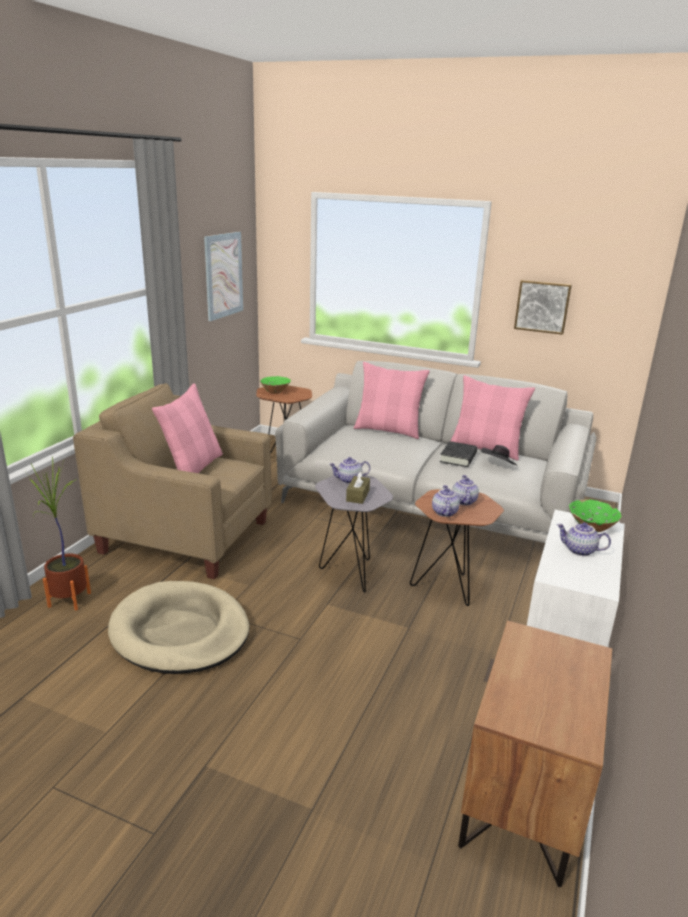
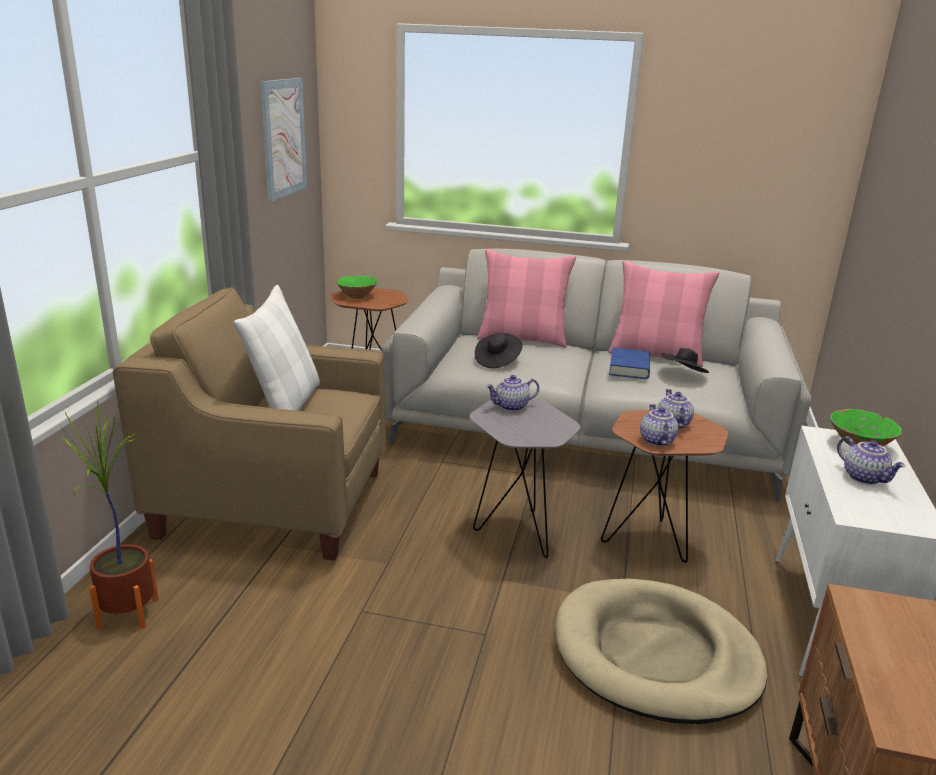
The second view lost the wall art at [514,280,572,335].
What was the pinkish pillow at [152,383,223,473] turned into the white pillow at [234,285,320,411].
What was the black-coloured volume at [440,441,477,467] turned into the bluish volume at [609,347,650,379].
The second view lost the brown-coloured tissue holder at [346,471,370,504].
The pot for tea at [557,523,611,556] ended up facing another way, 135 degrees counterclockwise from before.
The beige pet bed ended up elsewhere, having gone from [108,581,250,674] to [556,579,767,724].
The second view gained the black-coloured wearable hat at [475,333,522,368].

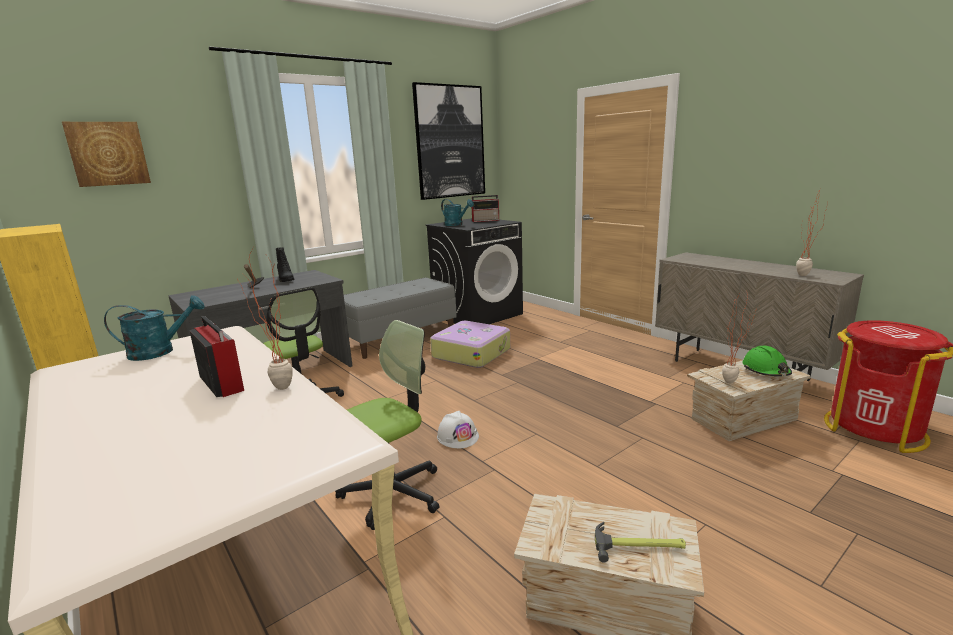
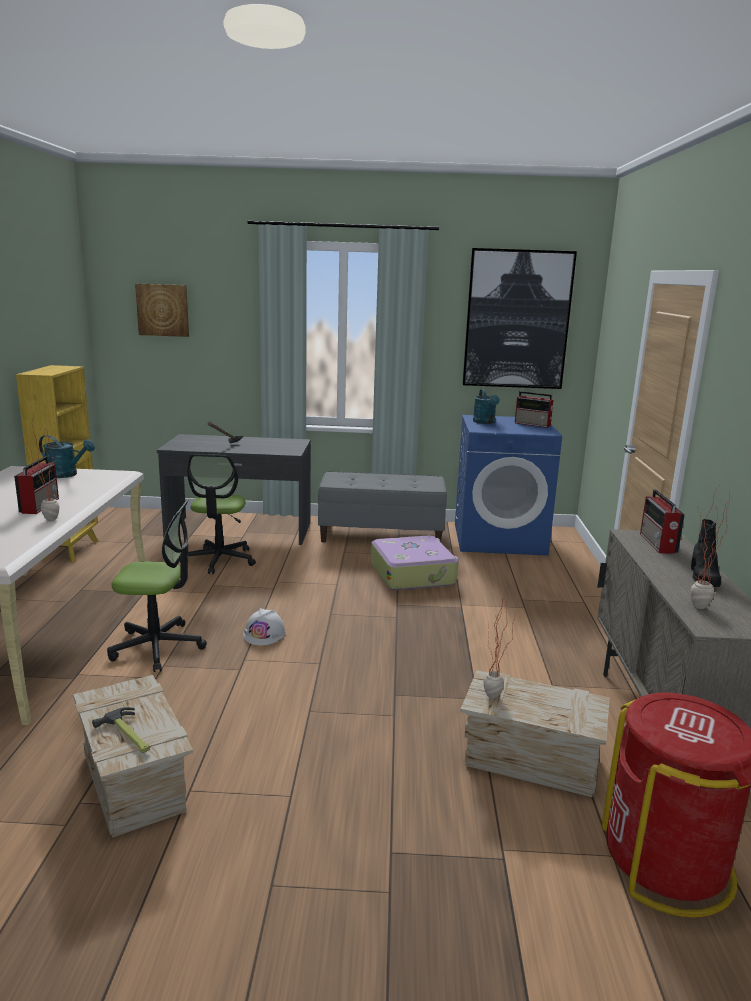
What was the black-coloured laundry appliance at [425,218,523,324] turned into the bluish laundry appliance at [455,415,562,556].
The black-coloured tall boot ended up elsewhere, having gone from [276,247,294,282] to [691,519,721,587].
The second view lost the green safety helmet at [742,346,792,376].
The second view gained the radio set at [640,489,685,554].

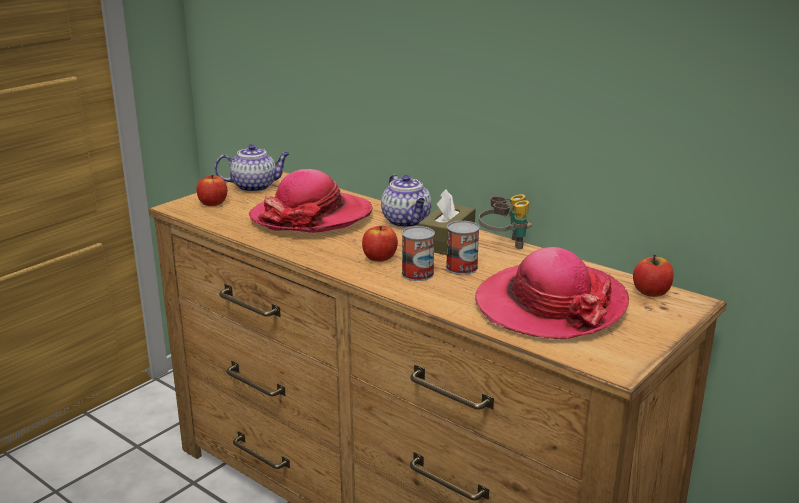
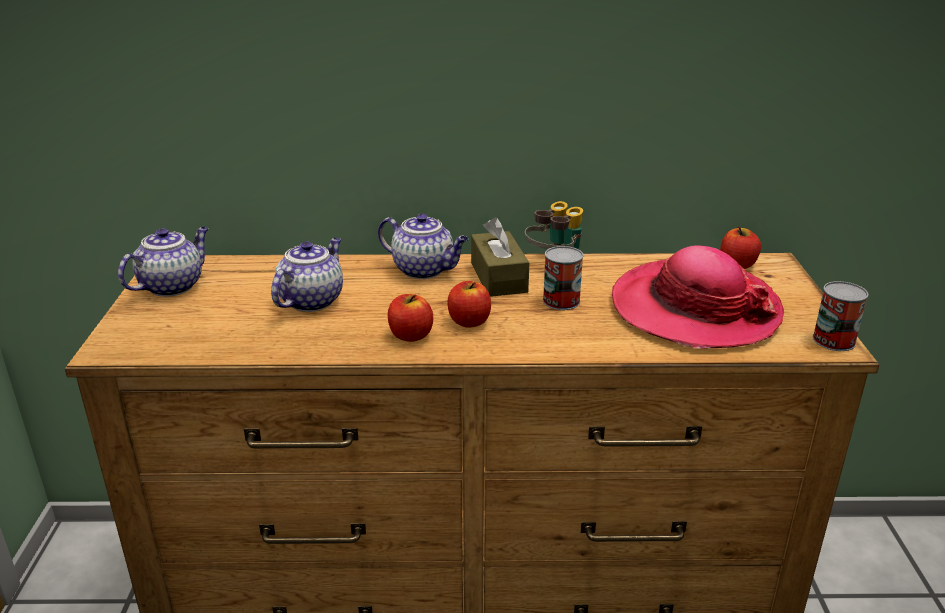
Where the wearable hat stood at [249,169,372,233], the pot for tea came to stand at [271,238,343,312].
The whole apple ended up elsewhere, having gone from [197,175,227,206] to [388,294,433,342].
The sealed can ended up elsewhere, having gone from [402,226,435,281] to [813,281,869,351].

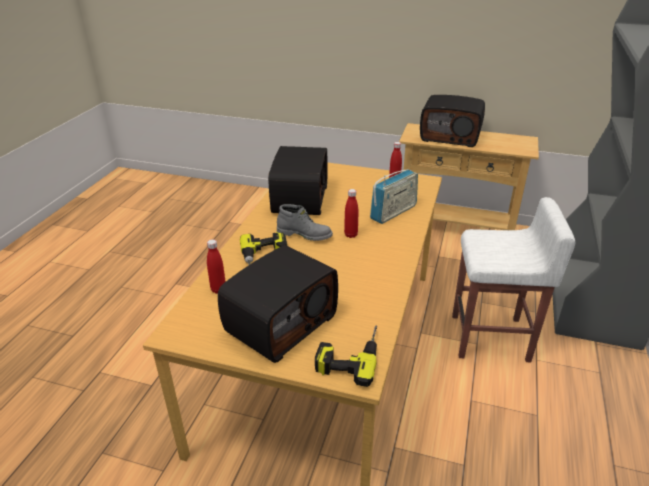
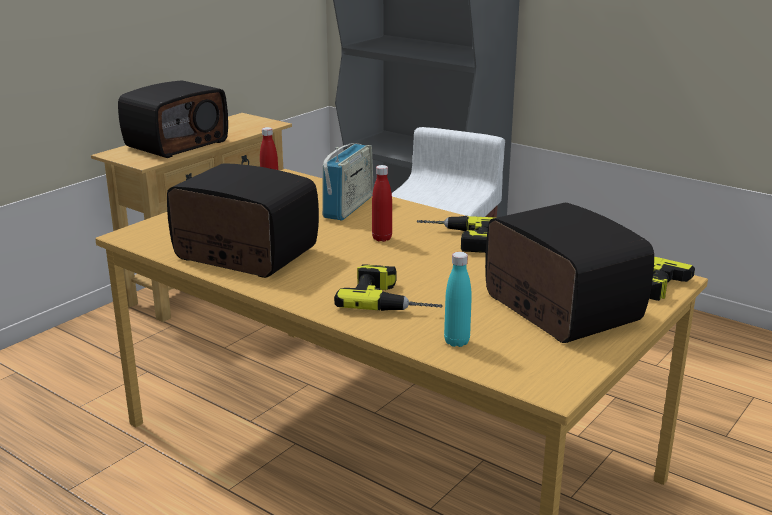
The radio set at [370,169,418,224] ended up facing another way, 45 degrees clockwise from before.
The second view lost the gray tall boot at [277,204,333,241].
What was the red drink bottle at [207,239,226,294] turned into the blue-green drink bottle at [444,252,472,347].
The second view gained the electric drill at [417,216,496,253].

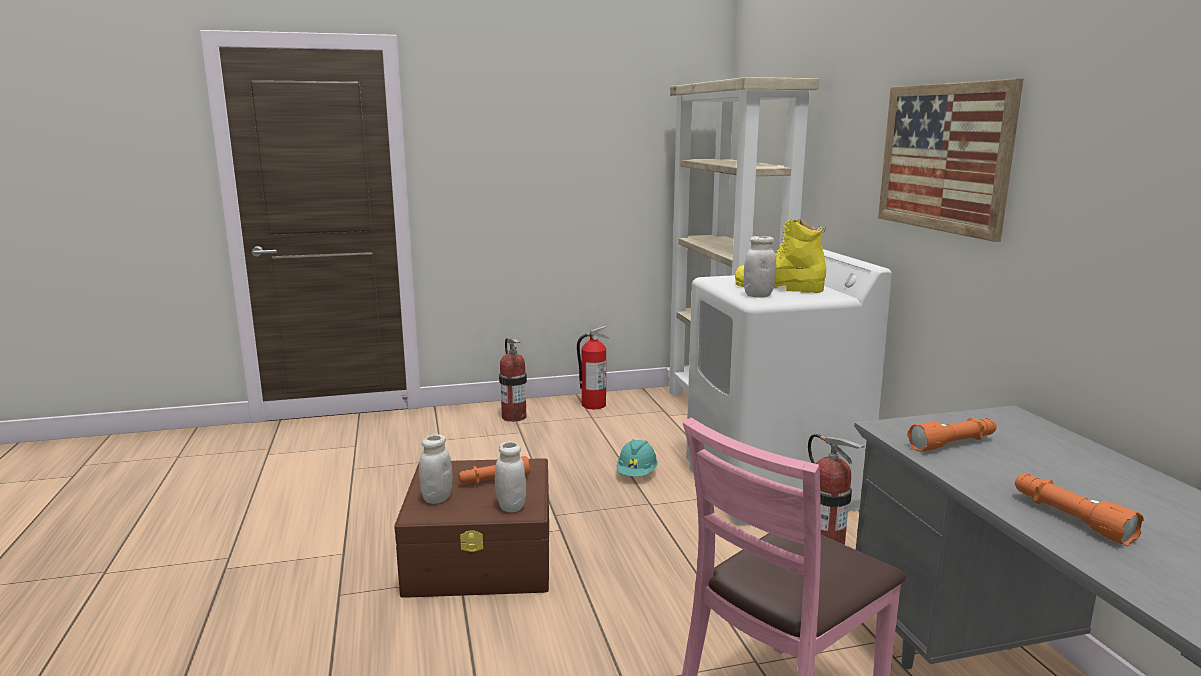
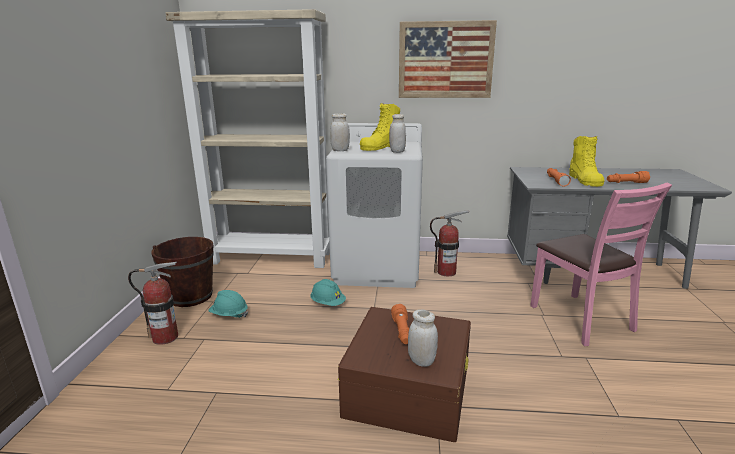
Where the extinguisher stood at [577,326,609,409], the brown-coloured bucket came to stand at [151,237,214,307].
The white jar ended up elsewhere, having gone from [495,441,526,512] to [330,113,350,151].
The second view gained the yellow-coloured tall boot at [569,136,605,187].
The second view gained the blue-green safety helmet at [208,290,248,318].

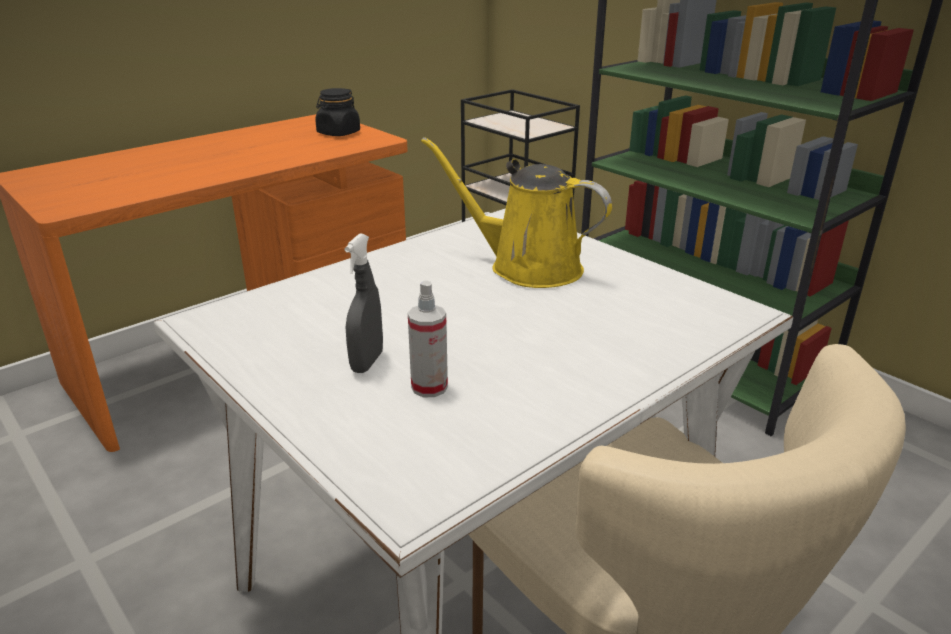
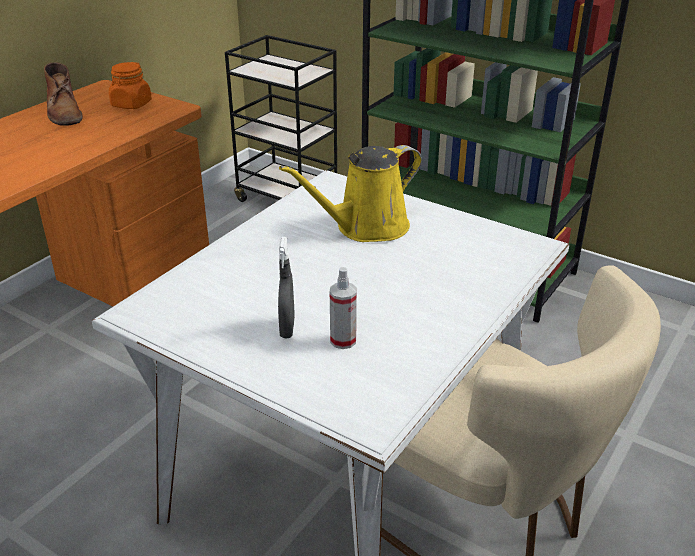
What was the black-coloured jar at [315,88,360,136] turned into the orangey jar at [109,62,152,109].
The yellow-coloured watering can at [421,137,612,288] ended up facing another way, 45 degrees counterclockwise from before.
The second view gained the brown-coloured tall boot at [44,62,83,126].

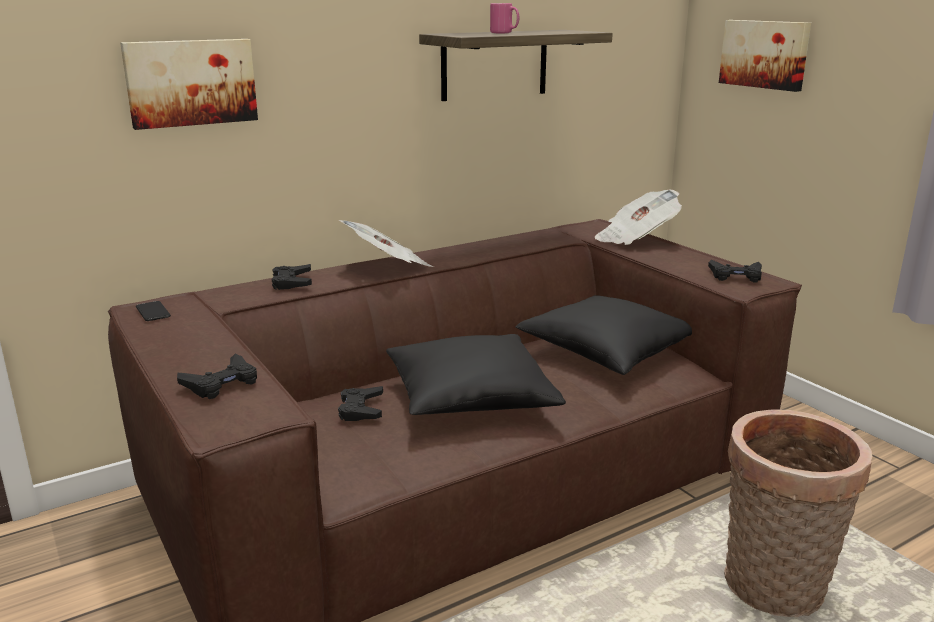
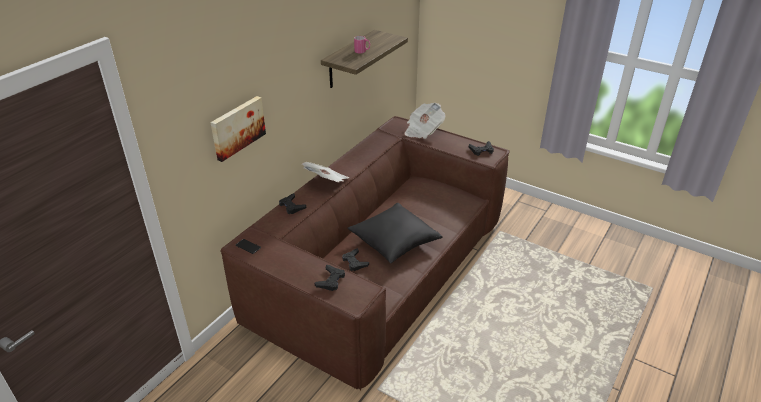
The second view lost the wall art at [719,20,811,92].
The second view lost the black-coloured pillow at [516,295,692,375].
The second view lost the household basket at [724,409,872,617].

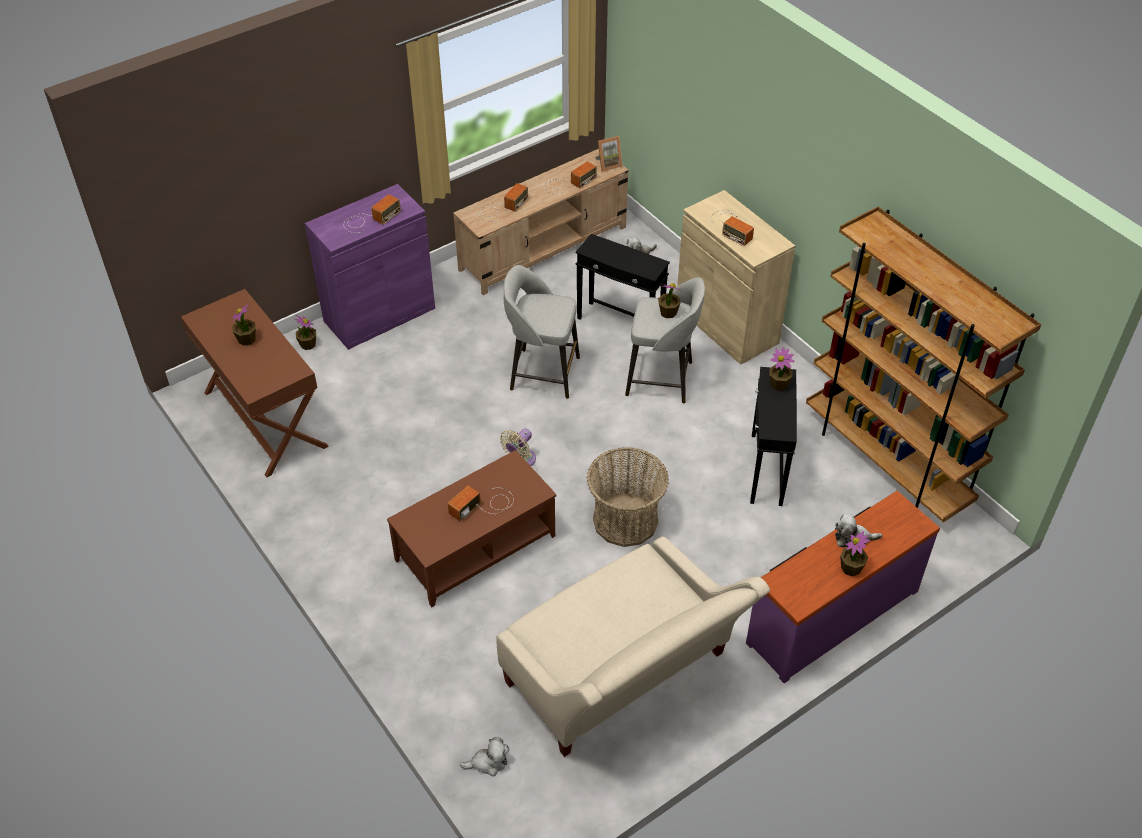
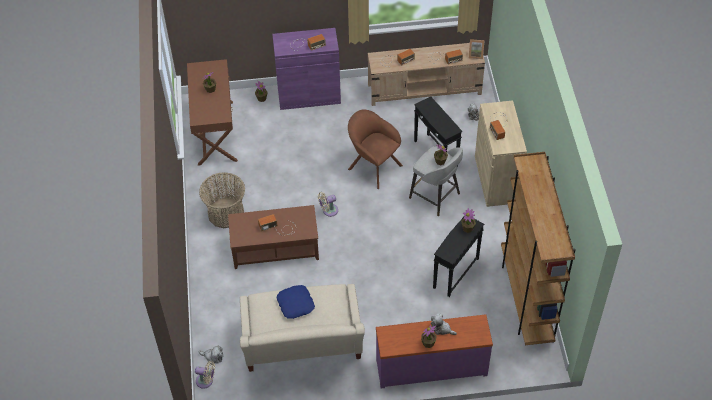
Where the gray sitting stool stood at [504,265,580,399], the brown-coloured armchair came to stand at [348,109,403,189].
The household basket ended up elsewhere, having gone from [587,447,669,547] to [199,173,245,228].
The second view gained the bluish pillow at [277,285,315,319].
The second view gained the beige fan at [195,361,215,389].

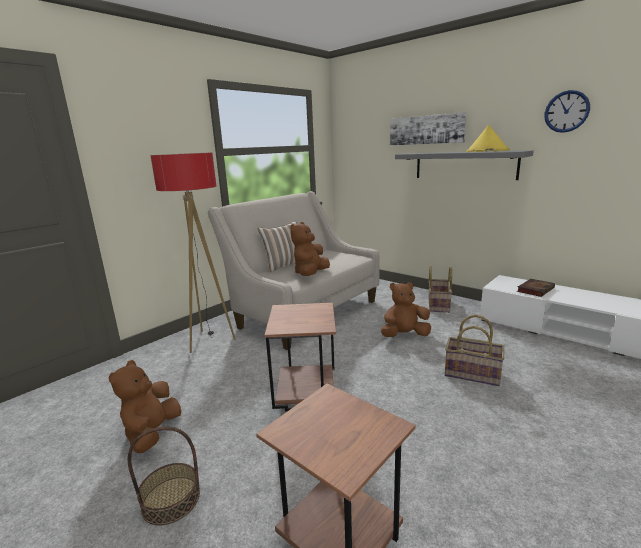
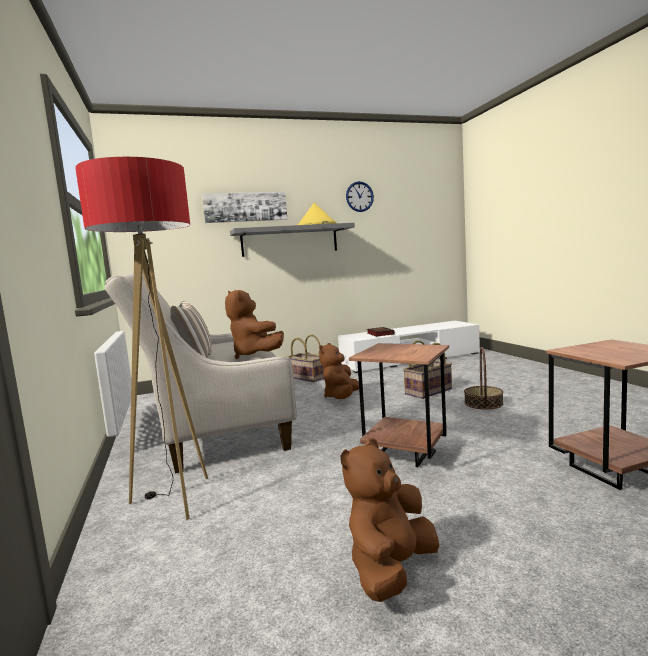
The brown-coloured cuddly toy at [108,360,181,453] ended up facing another way, 90 degrees clockwise from before.
The household basket ended up elsewhere, having gone from [128,427,200,525] to [464,347,503,409].

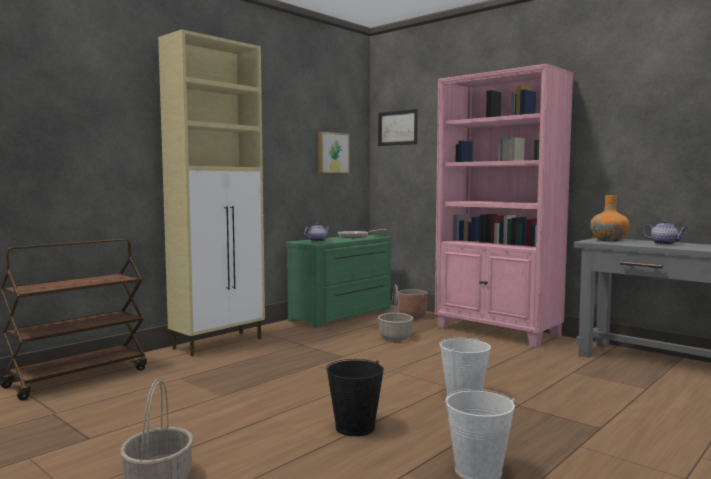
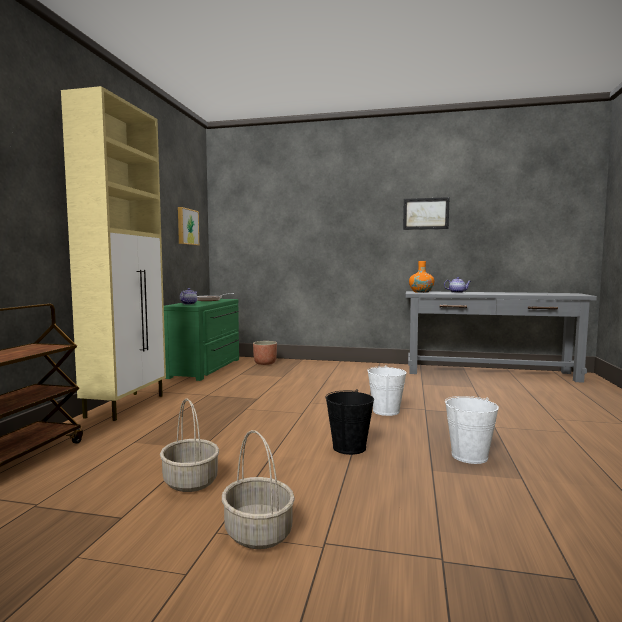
The second view lost the pinkish bookcase at [435,64,573,348].
The wall art ended up elsewhere, having gone from [378,109,418,146] to [403,197,450,230].
The household basket ended up elsewhere, having gone from [378,284,413,341] to [160,399,219,492].

